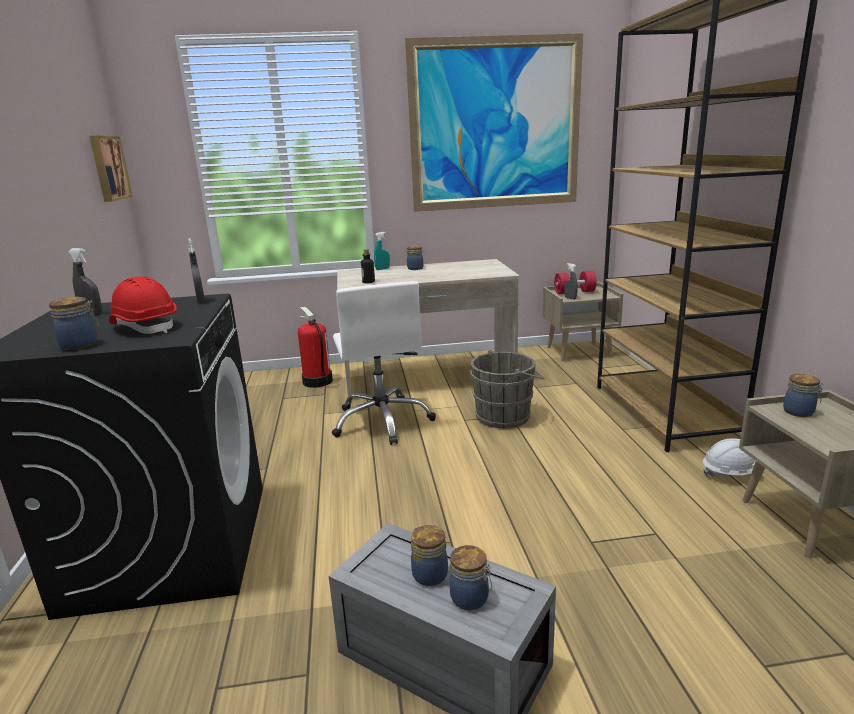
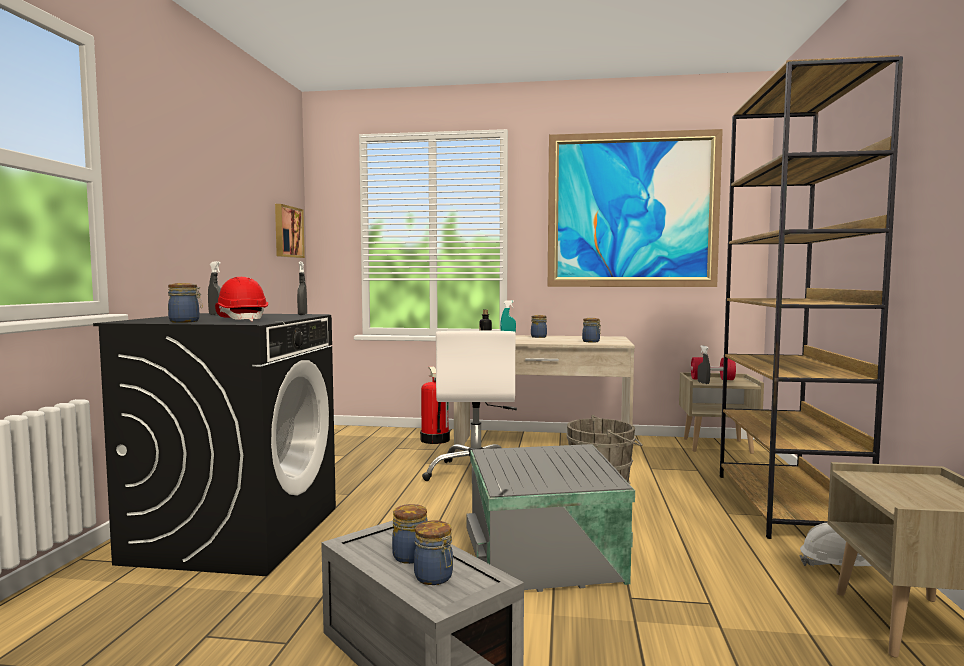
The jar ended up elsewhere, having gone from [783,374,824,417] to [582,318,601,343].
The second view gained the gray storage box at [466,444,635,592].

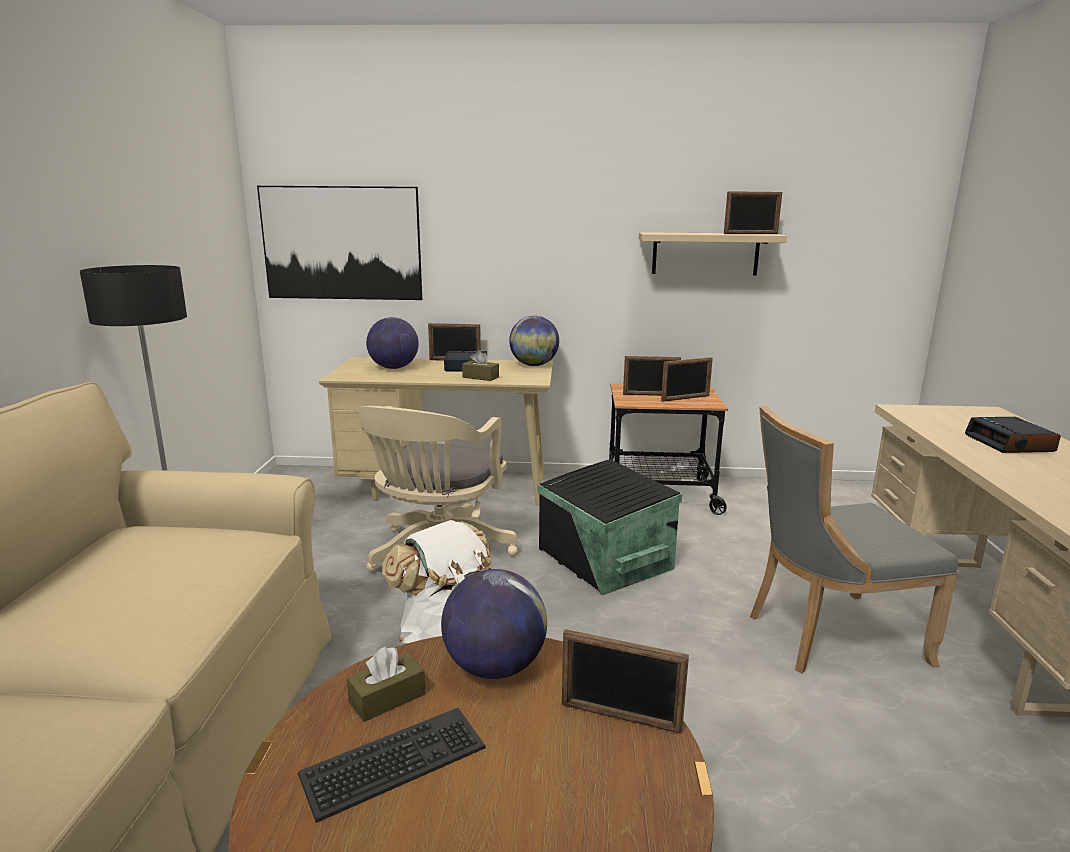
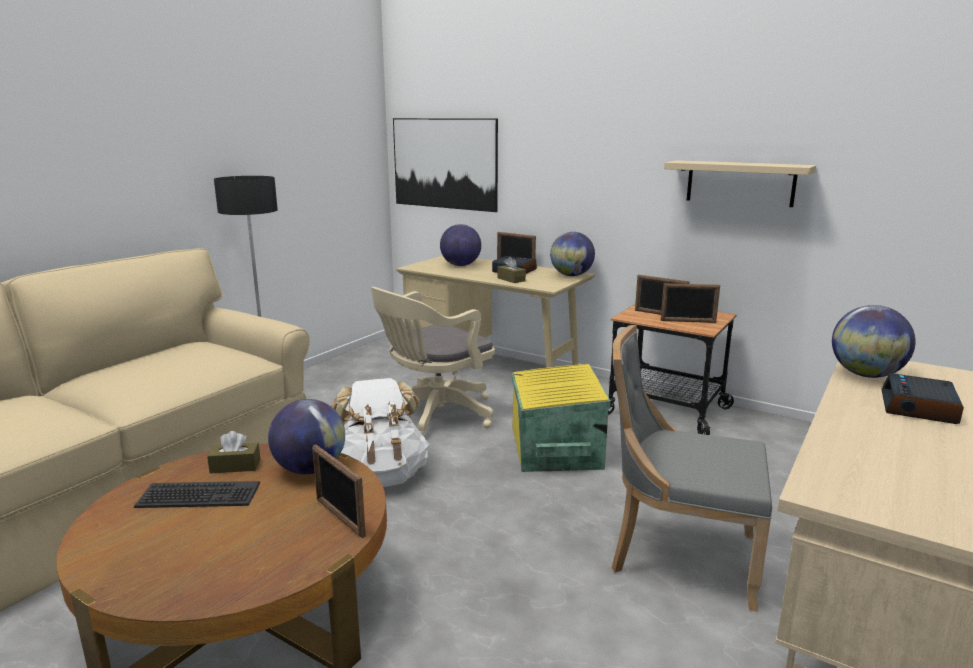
The second view lost the picture frame at [724,191,782,234].
What was the black-coloured storage box at [538,459,682,595] turned into the yellow-coloured storage box at [512,364,611,472].
The second view gained the desk globe at [832,305,916,378].

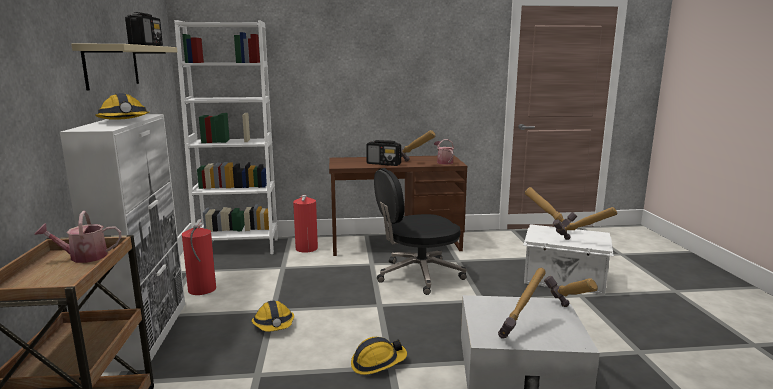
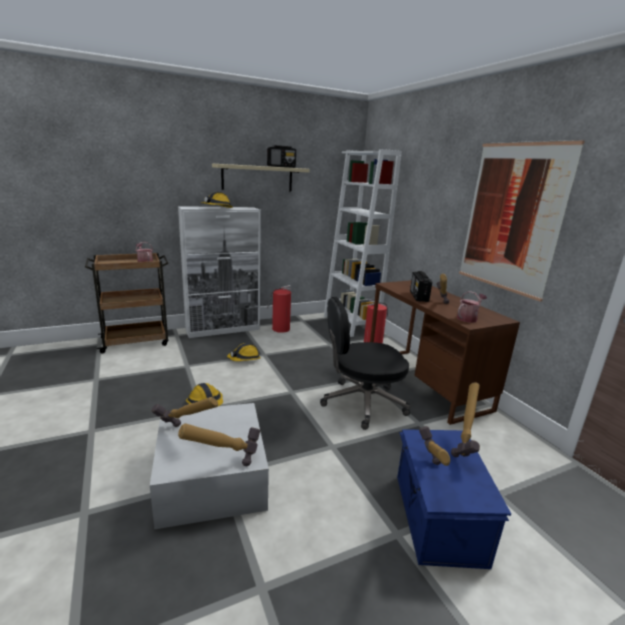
The black-coloured computer chair at [374,168,467,295] ended up facing another way, 60 degrees counterclockwise from before.
What was the white storage box at [523,224,614,295] turned into the bluish storage box at [397,429,511,569].
The second view gained the wall art at [459,140,585,302].

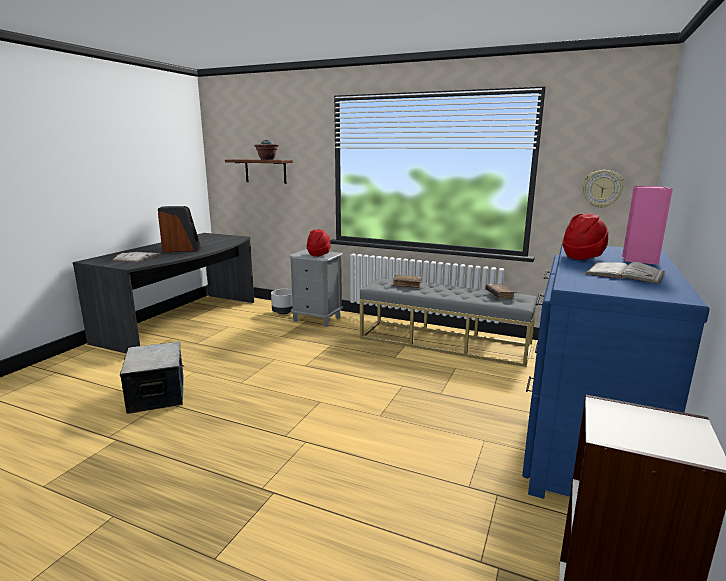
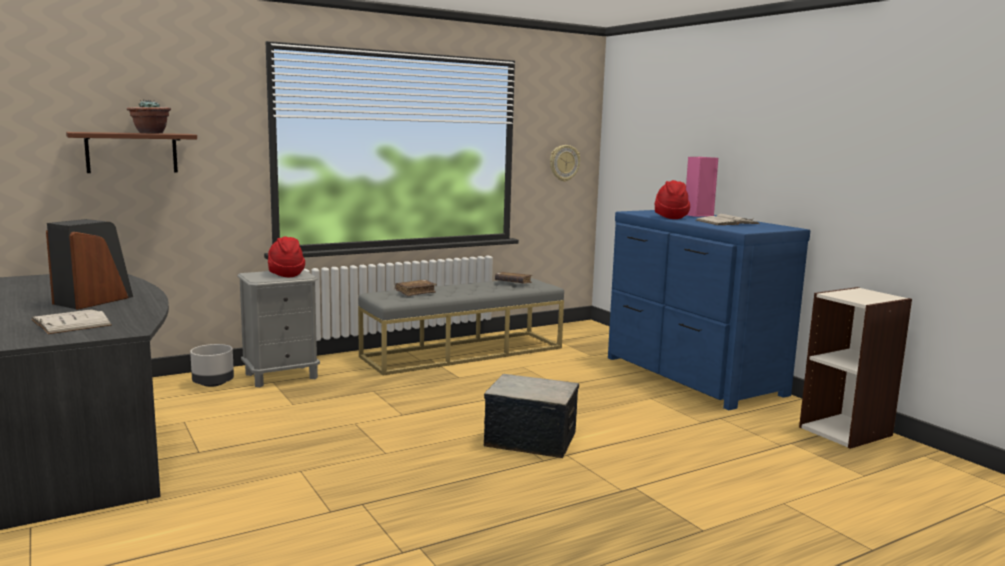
The storage box ended up elsewhere, having gone from [120,342,184,414] to [484,374,579,458].

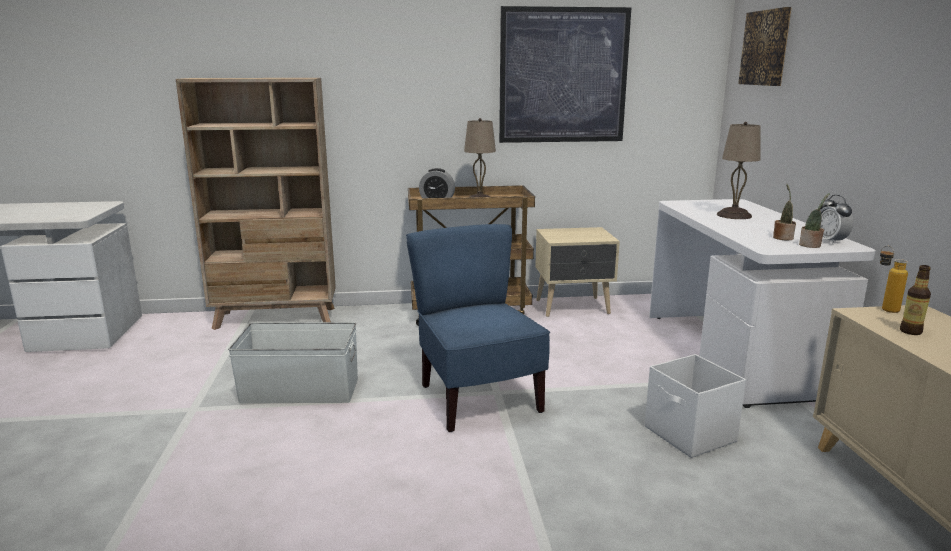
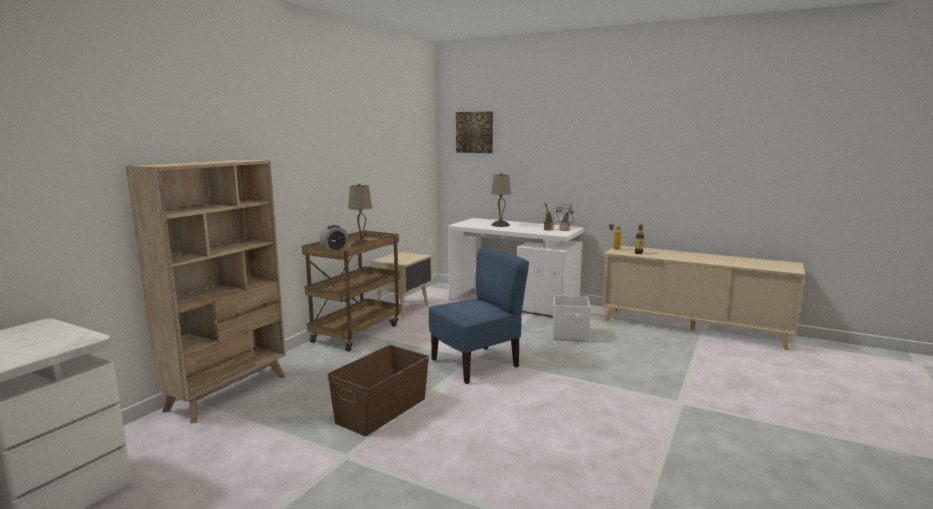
The second view lost the wall art at [499,6,632,143].
The bluish upright chair at [406,224,550,432] ended up facing another way, 135 degrees clockwise from before.
What was the white storage box at [228,322,358,403] turned into the brown-coloured storage box at [327,345,429,436].

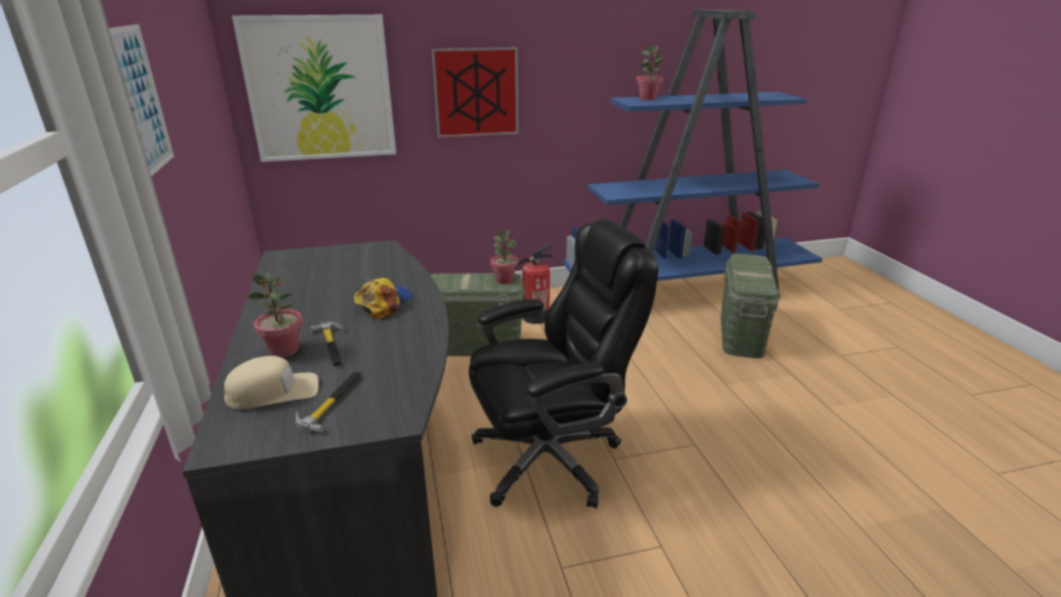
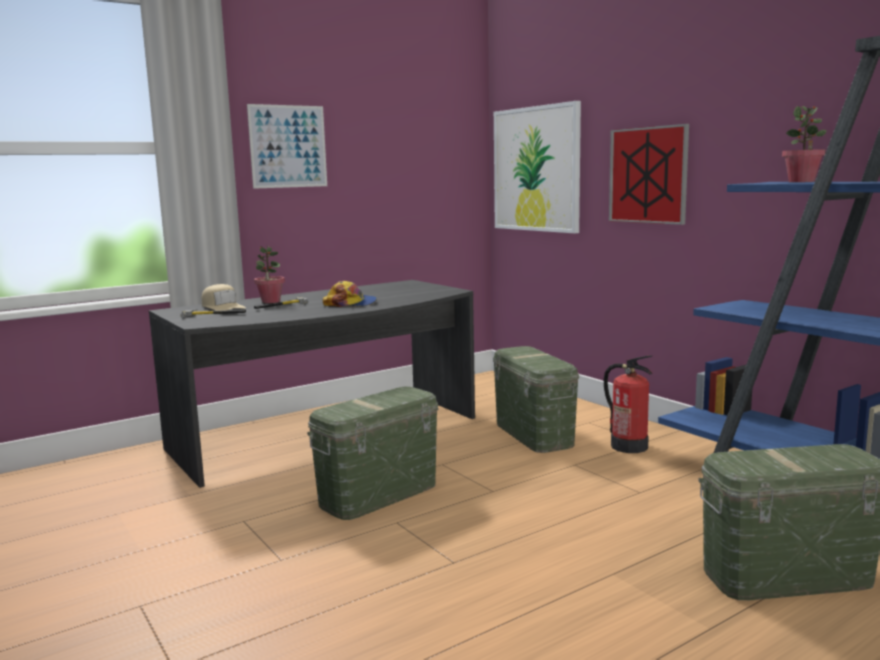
Where the black-coloured computer chair stood at [469,219,658,508], the green storage box came to stand at [307,387,438,520].
The second view lost the potted plant at [490,230,518,284].

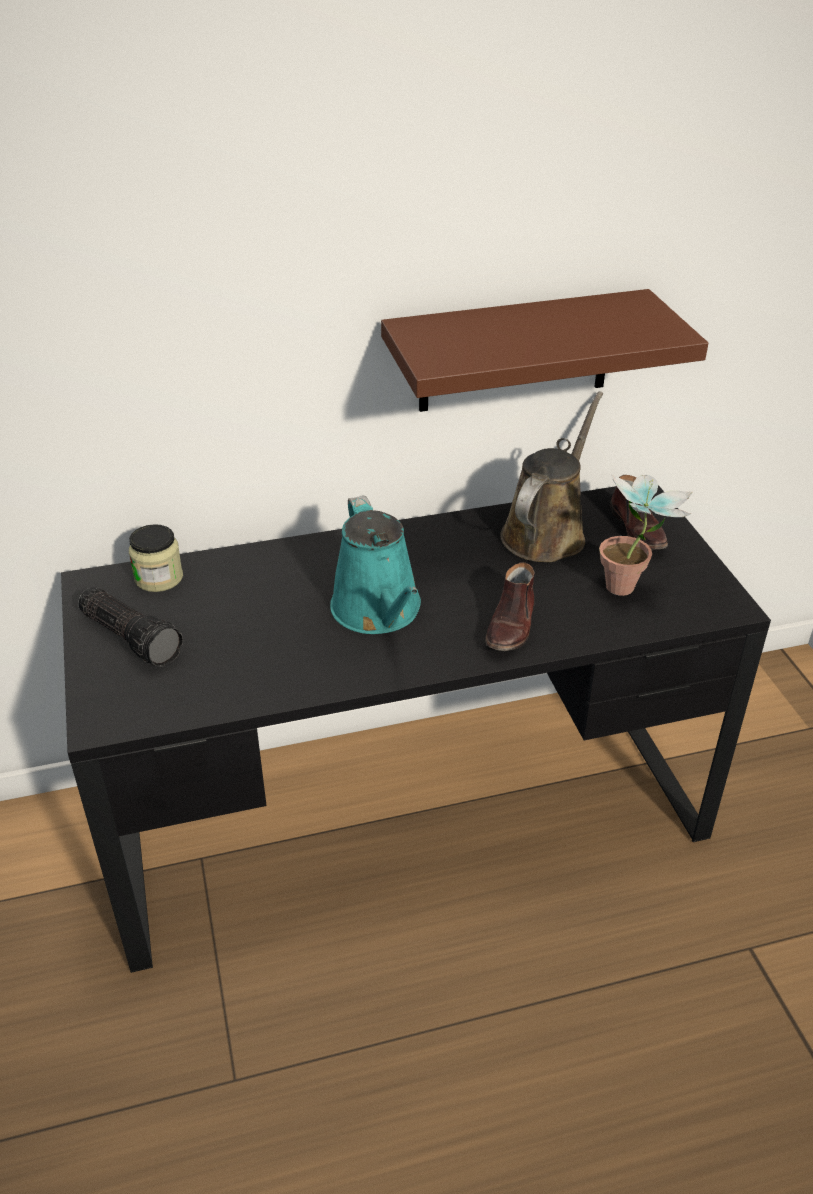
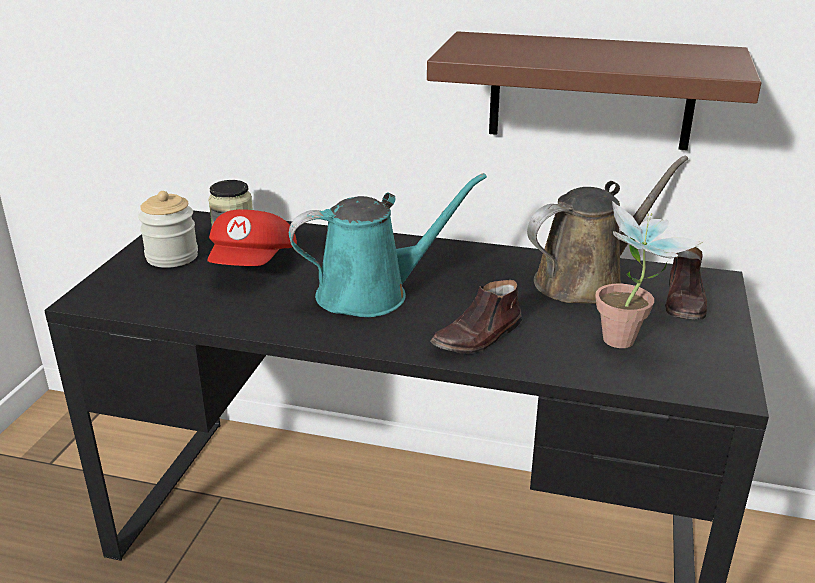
The blue-green watering can at [330,495,421,634] ended up facing another way, 120 degrees counterclockwise from before.
Where the hand torch stood at [78,587,183,667], the jar came to stand at [138,191,198,268].
The second view gained the red cap at [208,209,297,266].

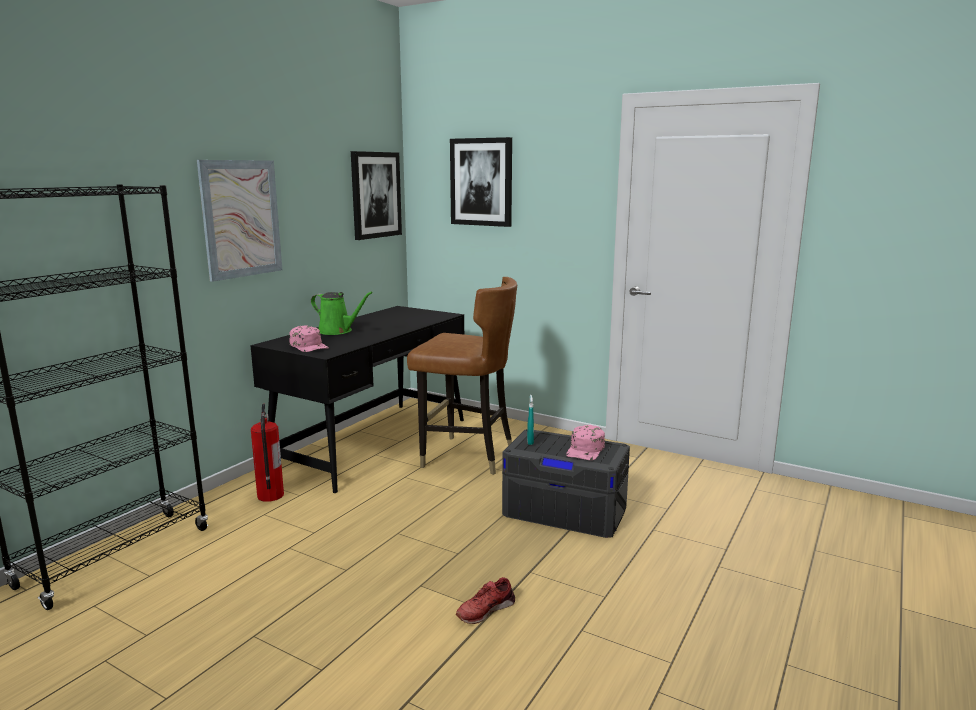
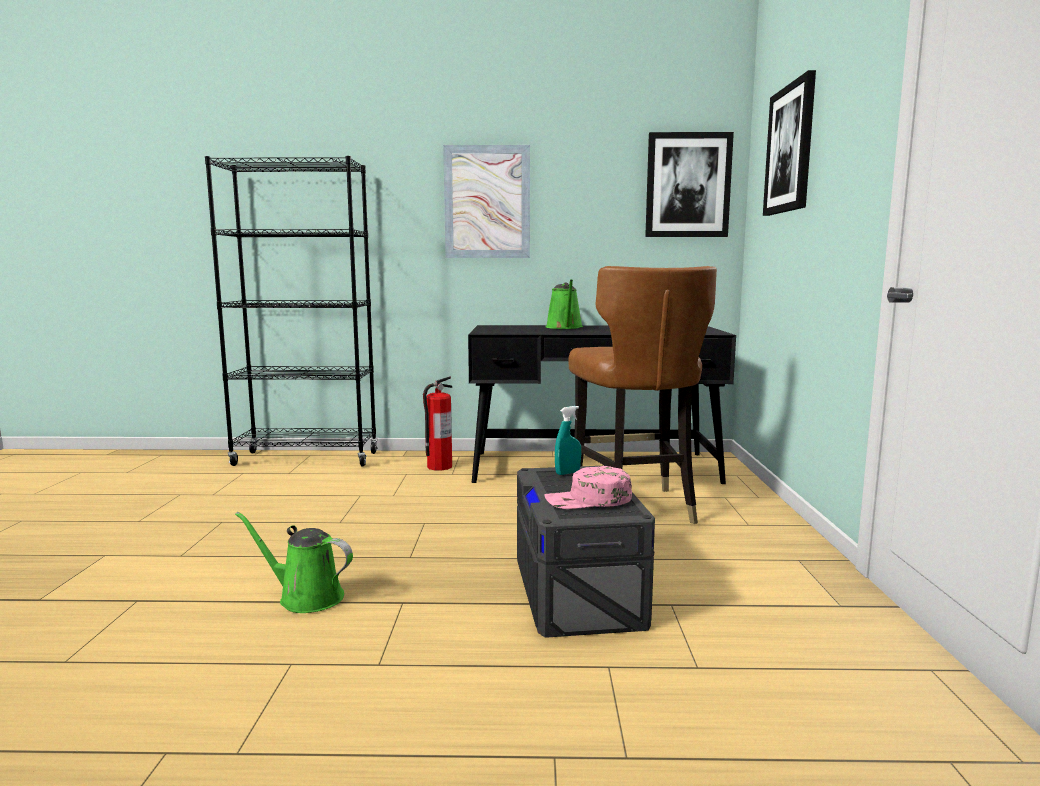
The second view lost the pinkish cap at [289,325,329,352].
Where the red item of footwear stood at [456,577,515,624], the green watering can came to stand at [235,512,353,613].

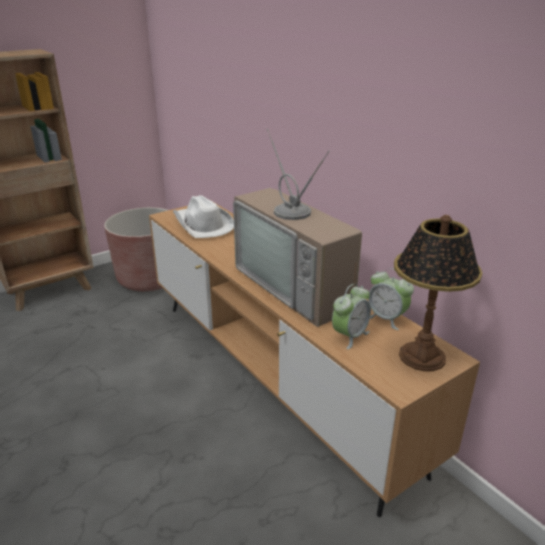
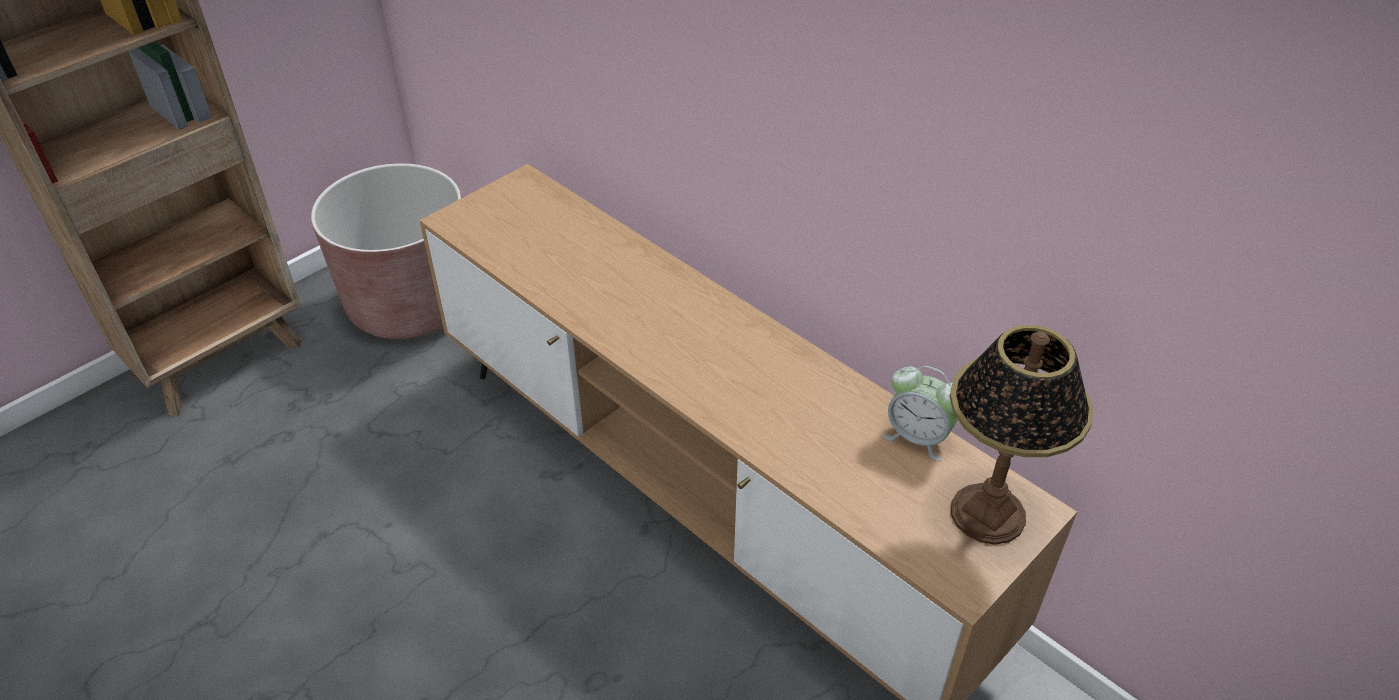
The second view lost the TV at [233,129,362,327].
The second view lost the white wearable hat at [173,195,234,238].
The second view lost the table clock at [332,284,371,349].

